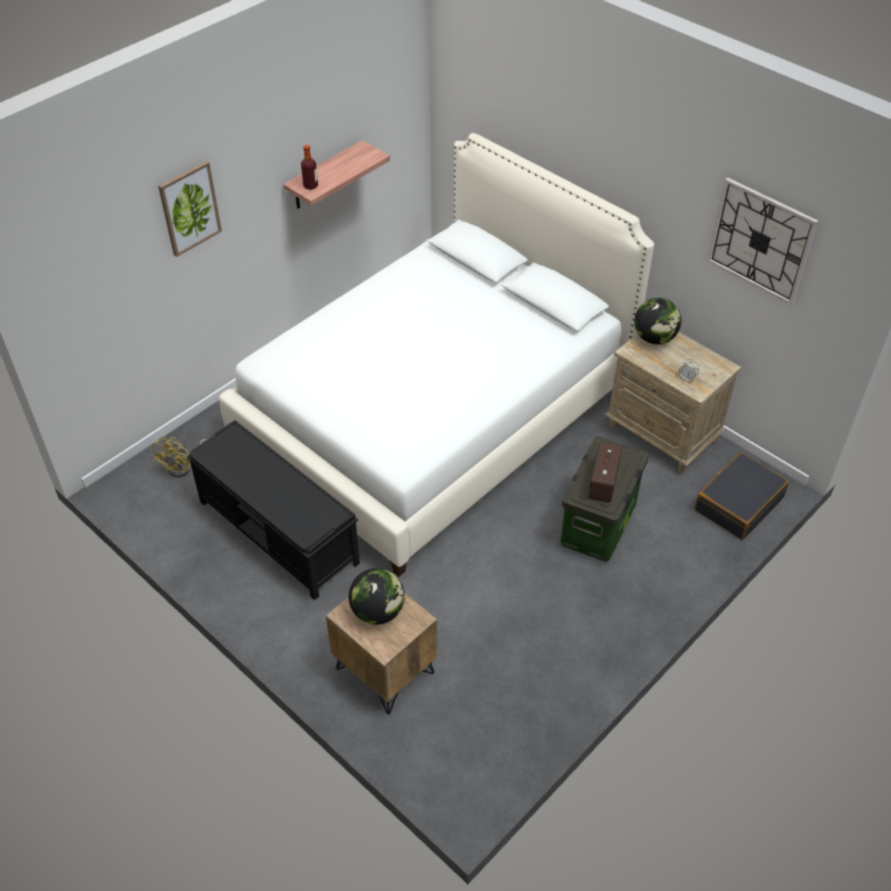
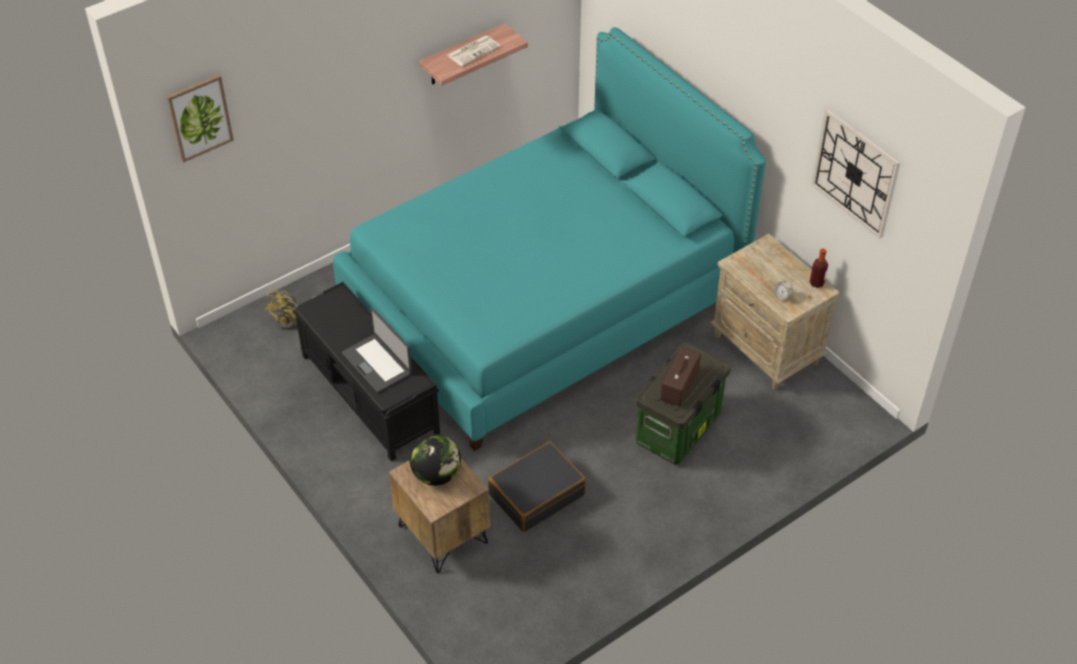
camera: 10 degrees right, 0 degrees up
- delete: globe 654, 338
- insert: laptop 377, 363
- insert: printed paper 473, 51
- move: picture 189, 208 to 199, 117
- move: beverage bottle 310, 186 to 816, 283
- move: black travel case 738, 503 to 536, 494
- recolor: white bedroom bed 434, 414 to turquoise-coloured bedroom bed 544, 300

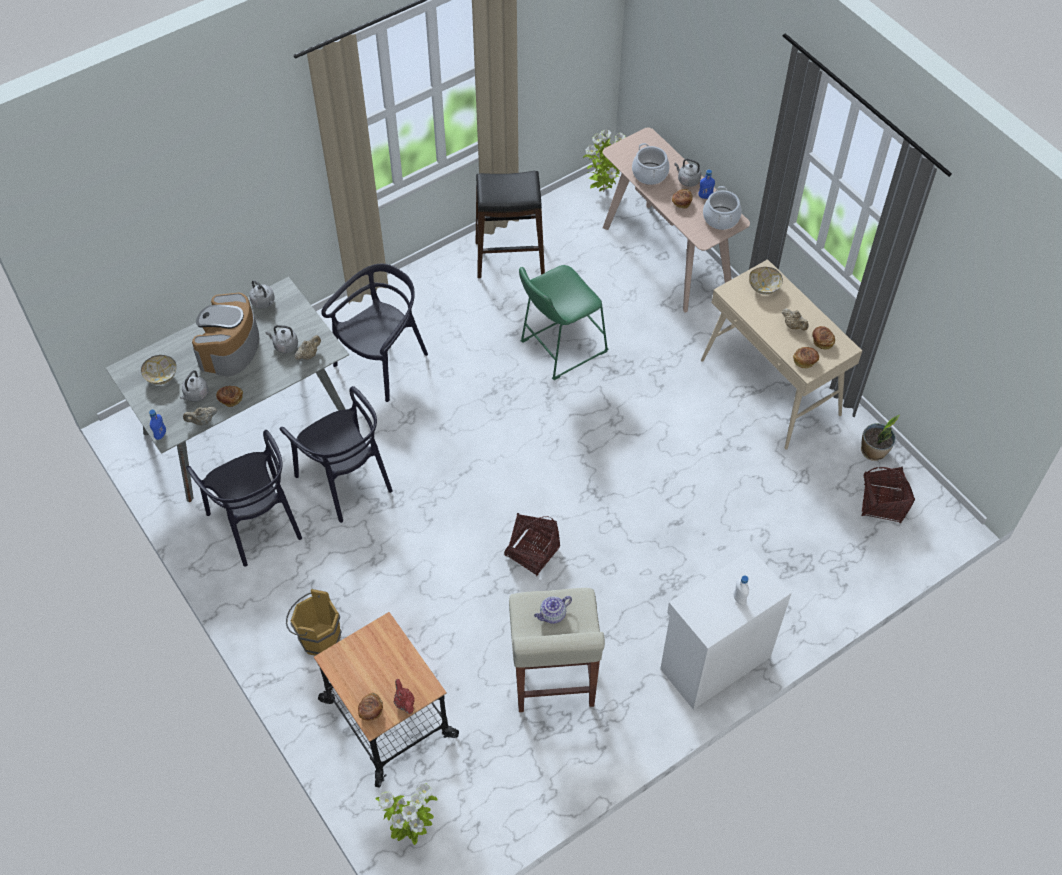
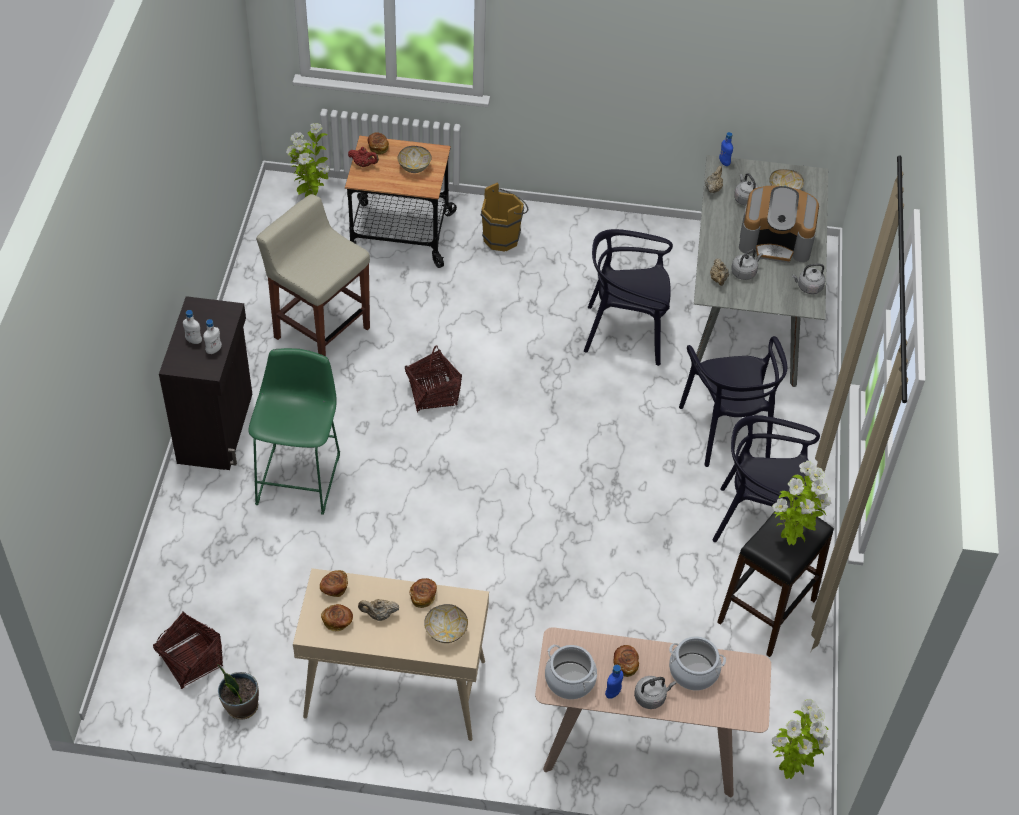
camera: 130 degrees right, 5 degrees down
- delete: pot for tea 552, 615
- insert: white beverage bottle 214, 350
- insert: bowl 414, 167
- insert: houseplant 790, 538
- move: black plain chair 256, 523 to 759, 522
- move: bread 230, 399 to 423, 596
- move: green stool 559, 348 to 300, 475
- recolor: white cabinet 713, 662 to black cabinet 217, 427
- rotate: coffee brewer 230, 348 = 776, 241 135 degrees clockwise

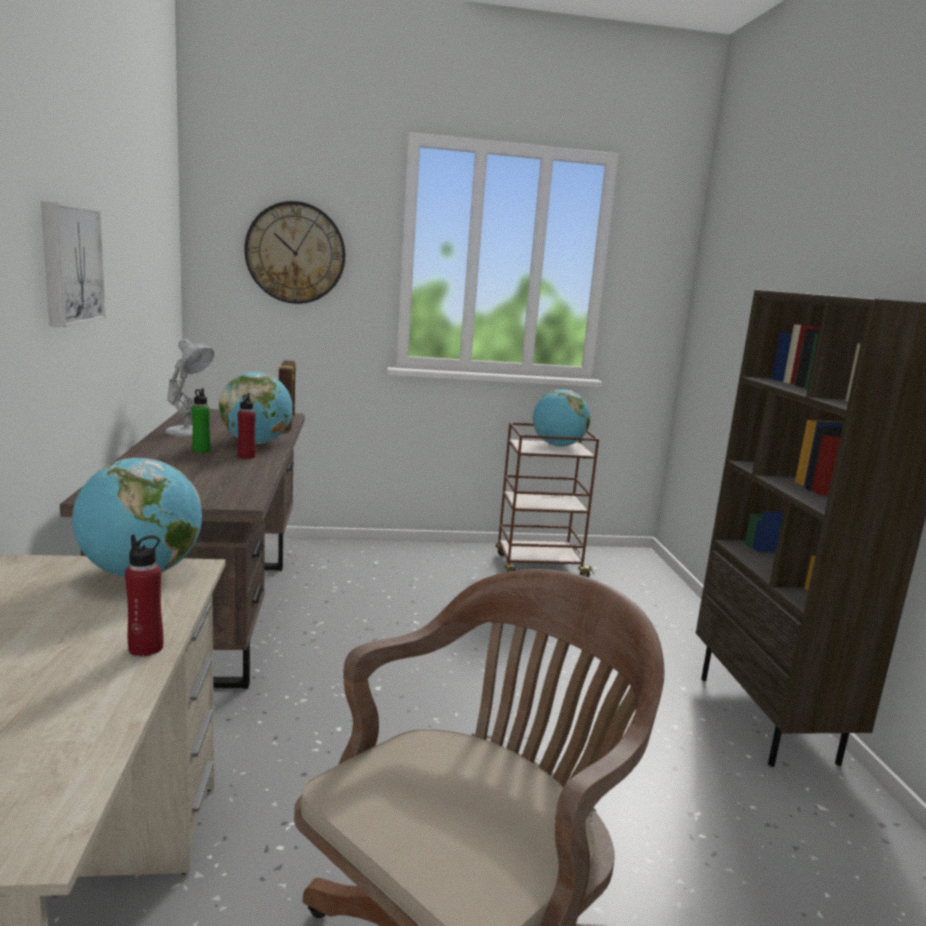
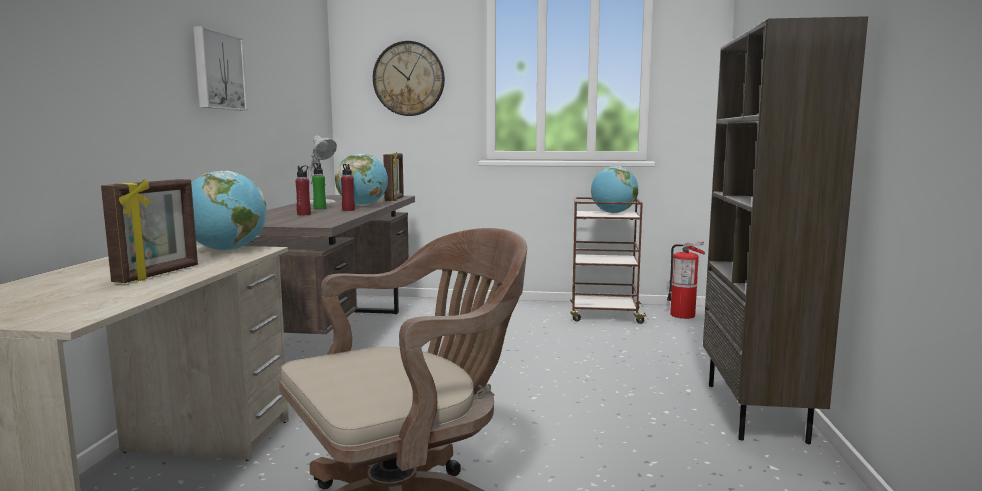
camera: 15 degrees right, 5 degrees down
- insert: photo frame 158, 274
- insert: extinguisher 683, 315
- move: reddish beverage bottle 146, 648 to 304, 214

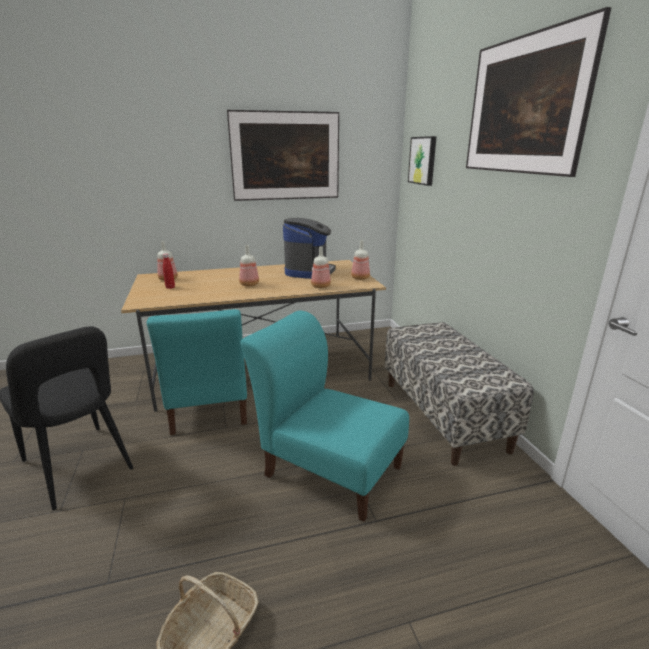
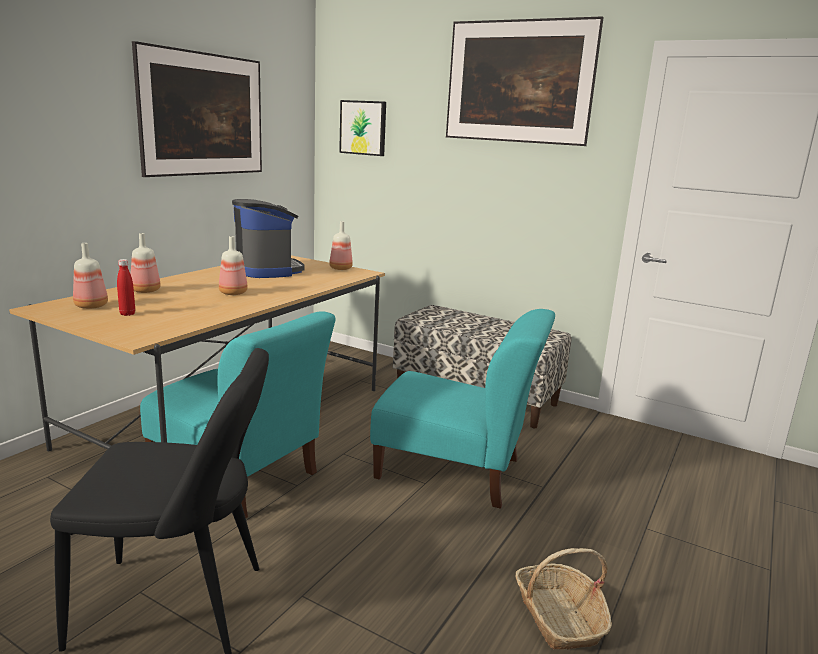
camera: 45 degrees left, 5 degrees down
- move: beverage bottle 320, 286 to 144, 291
- rotate: turquoise-coloured plain chair 328, 468 = 454, 471 150 degrees counterclockwise

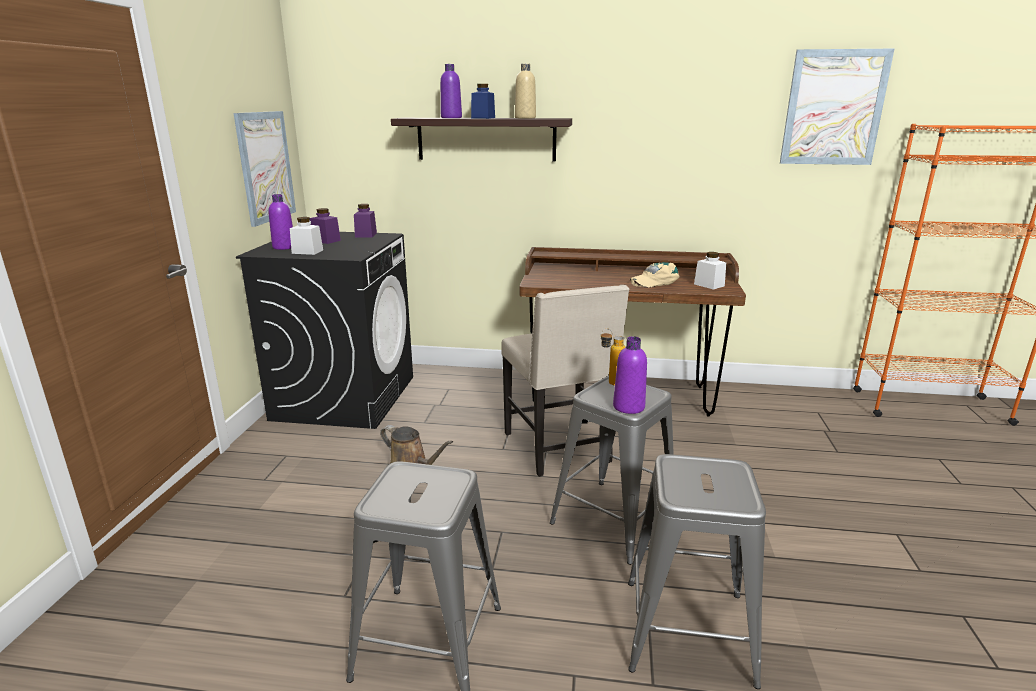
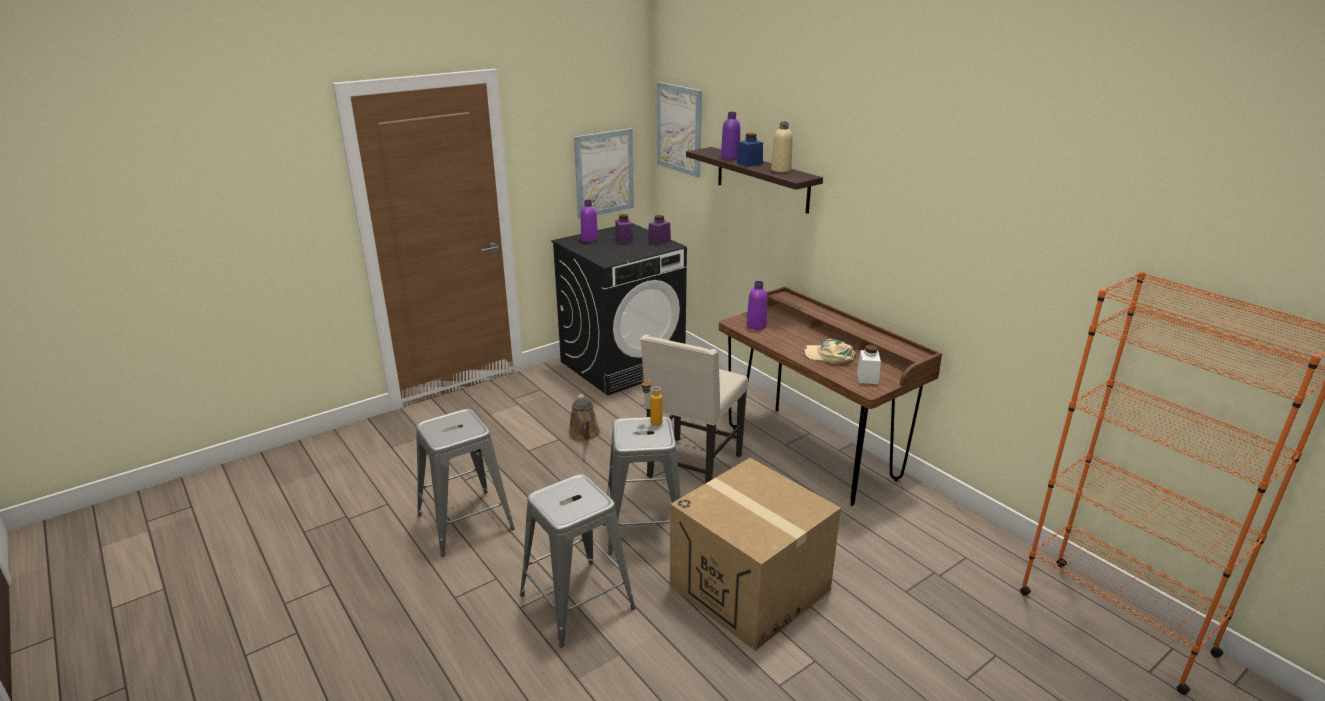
camera: 45 degrees right, 5 degrees up
- delete: white storage jar 307, 252
- insert: packing box 750, 588
- move: purple-coloured beverage bottle 628, 407 to 756, 325
- move: picture 833, 108 to 679, 129

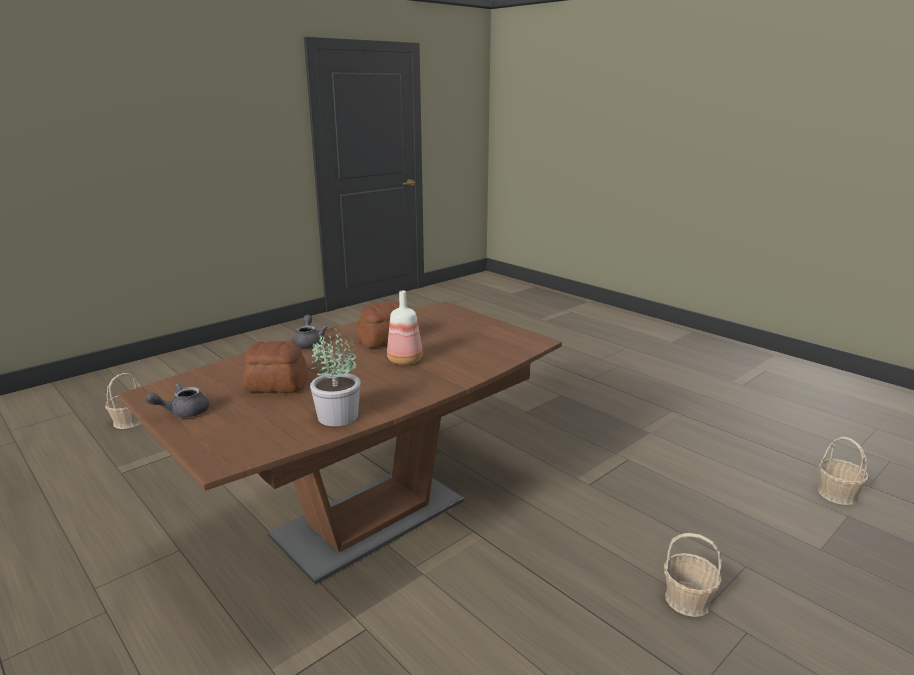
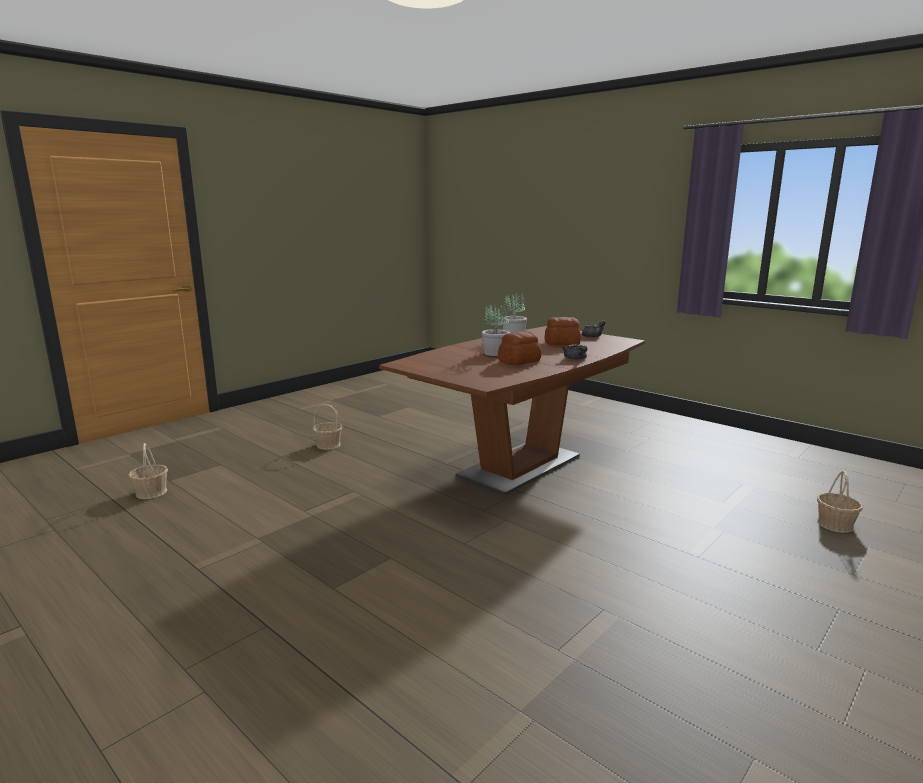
camera: 175 degrees right, 5 degrees down
- replace: beverage bottle 404, 360 to houseplant 495, 353

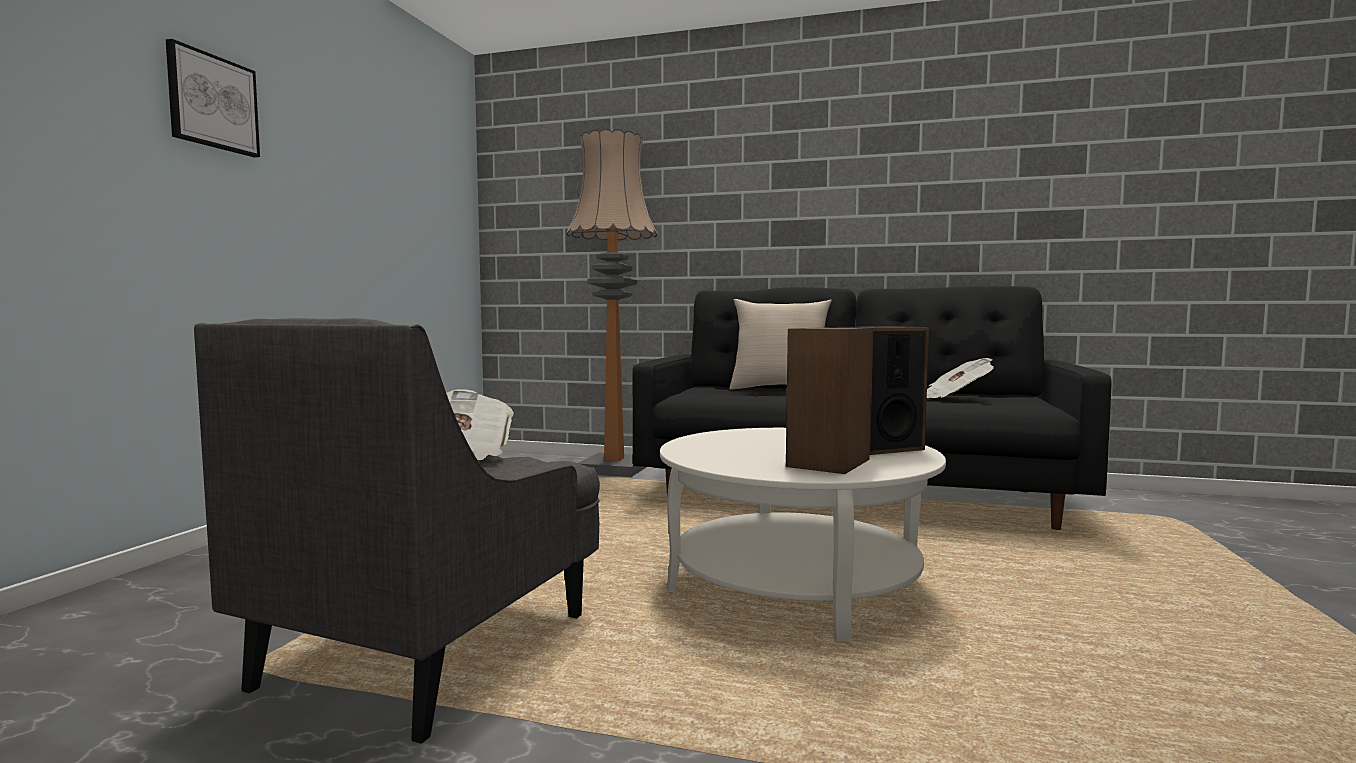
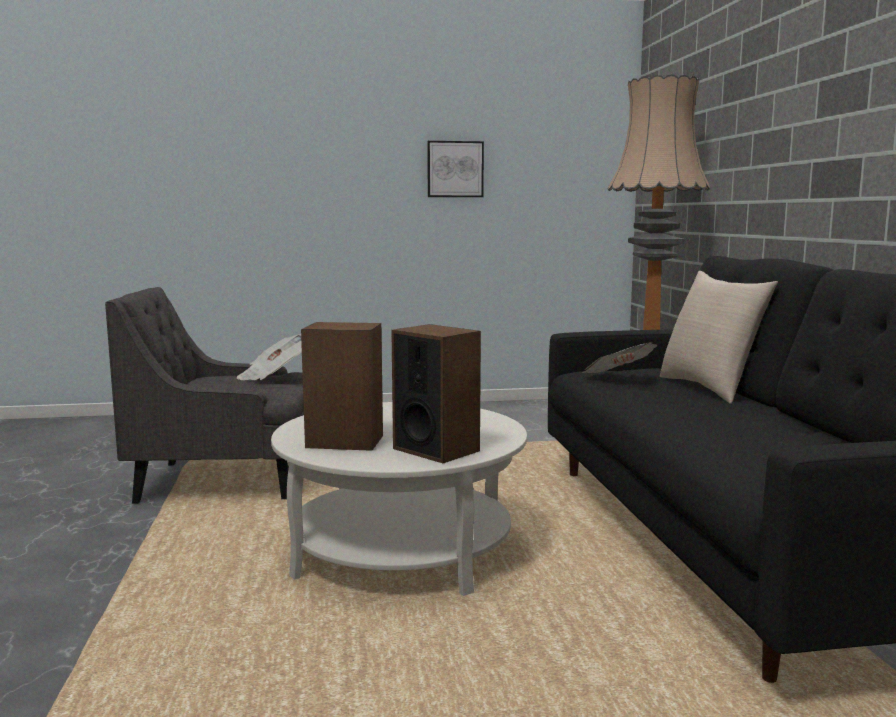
camera: 65 degrees right, 5 degrees up
- move: picture 212, 102 to 455, 169
- move: printed paper 953, 398 to 617, 378

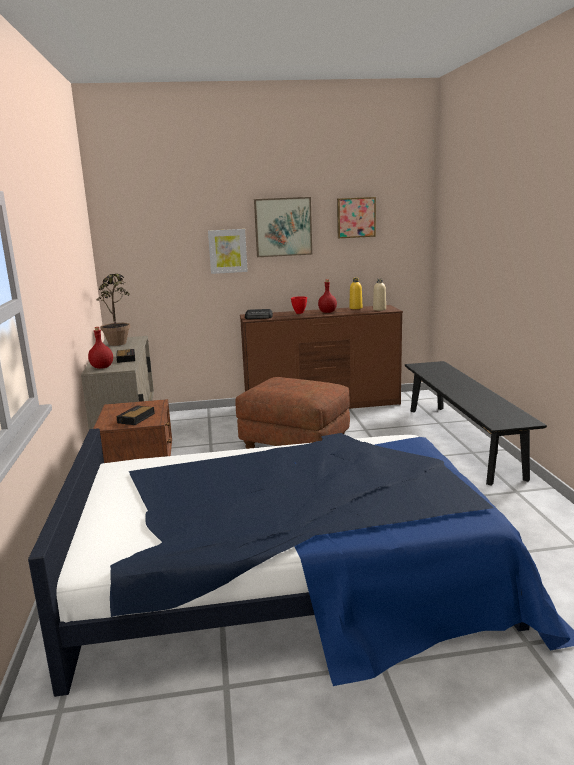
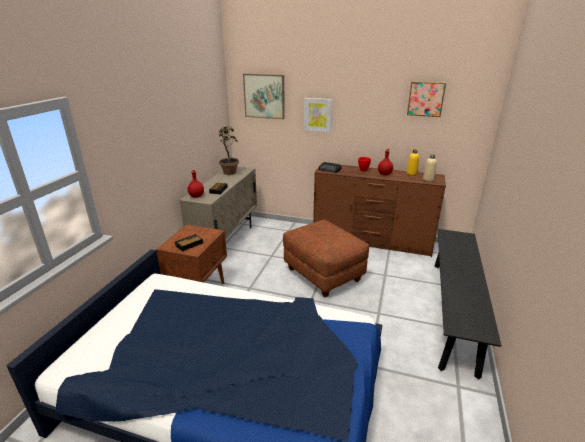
camera: 25 degrees right, 10 degrees up
- move: picture 283, 227 to 264, 96

